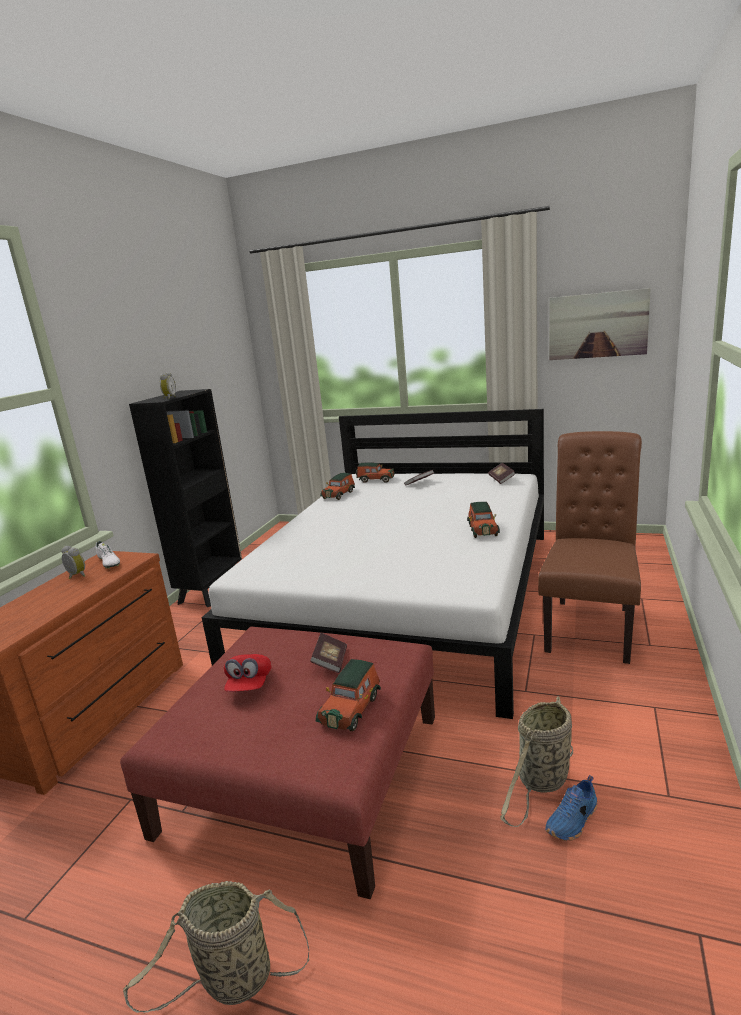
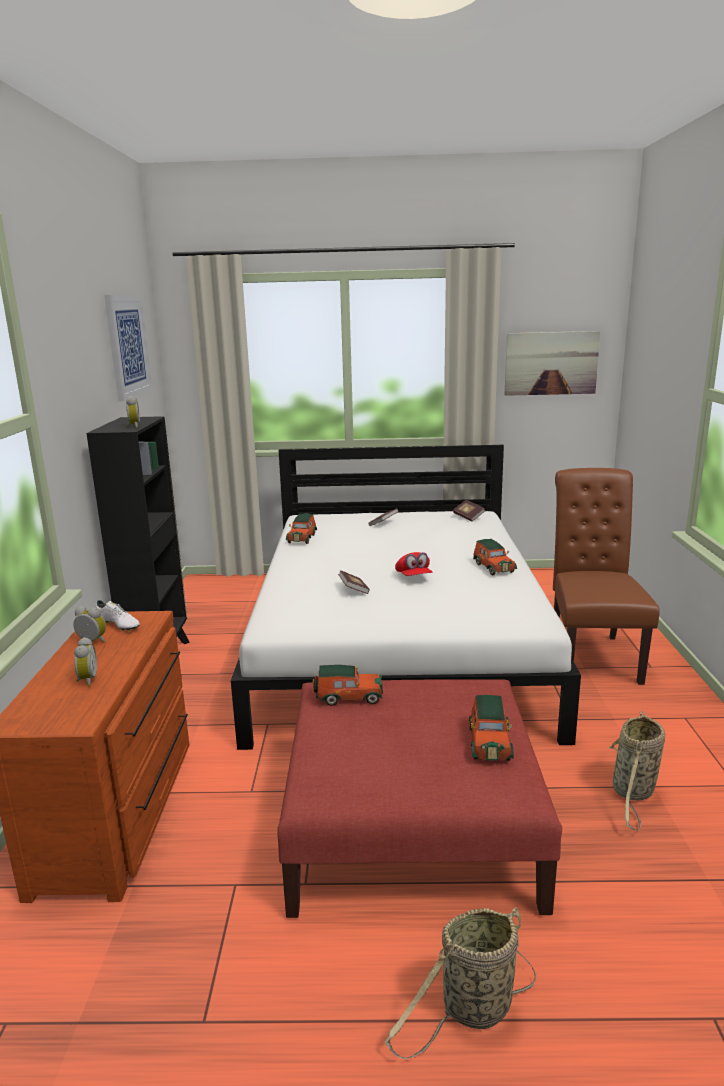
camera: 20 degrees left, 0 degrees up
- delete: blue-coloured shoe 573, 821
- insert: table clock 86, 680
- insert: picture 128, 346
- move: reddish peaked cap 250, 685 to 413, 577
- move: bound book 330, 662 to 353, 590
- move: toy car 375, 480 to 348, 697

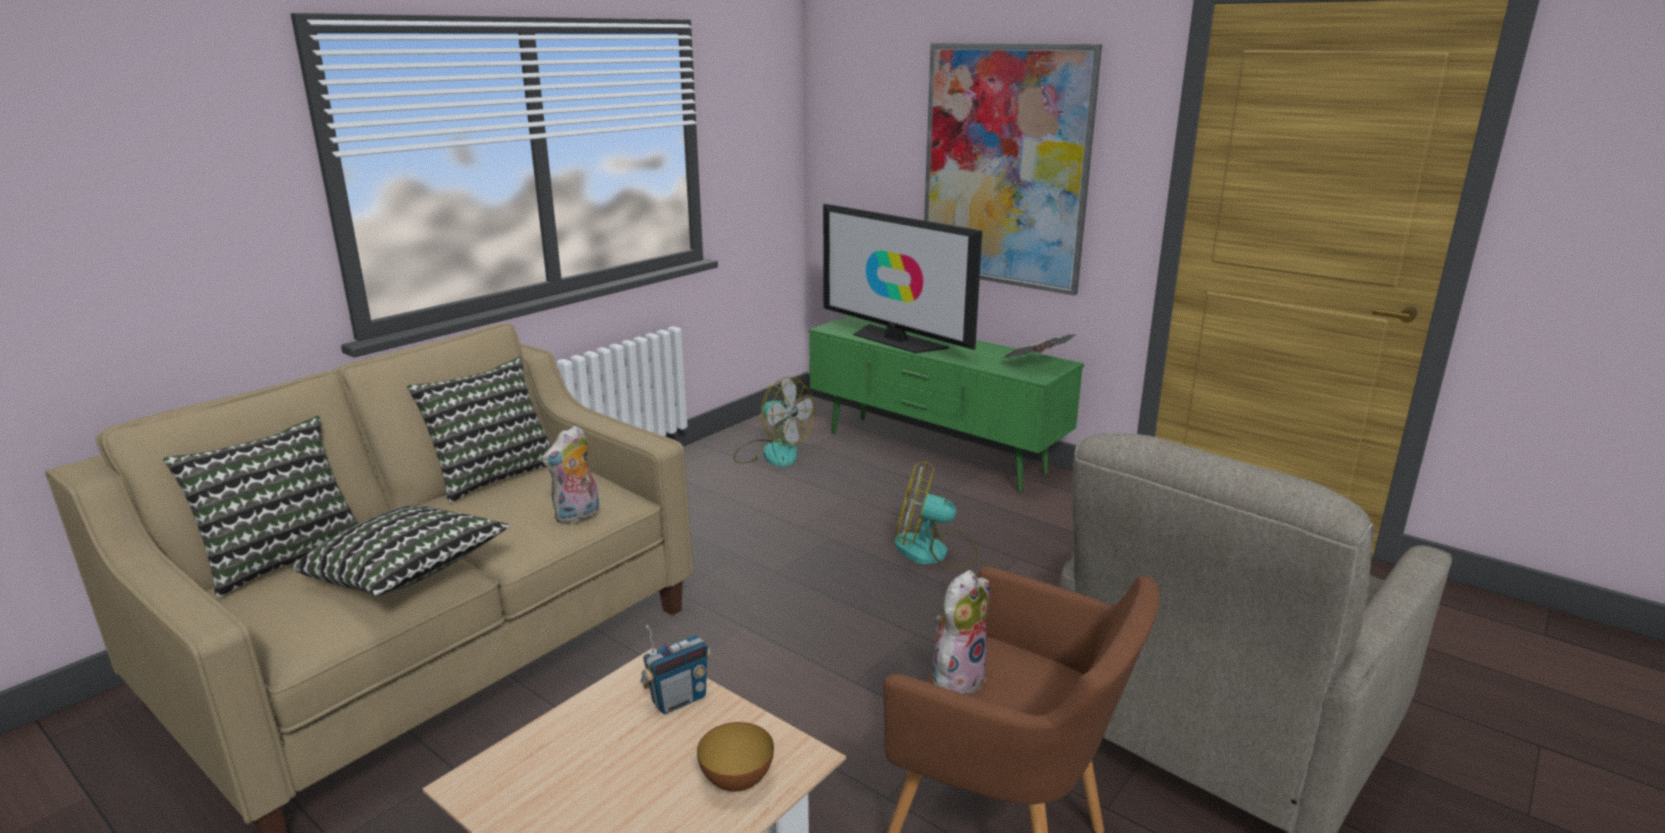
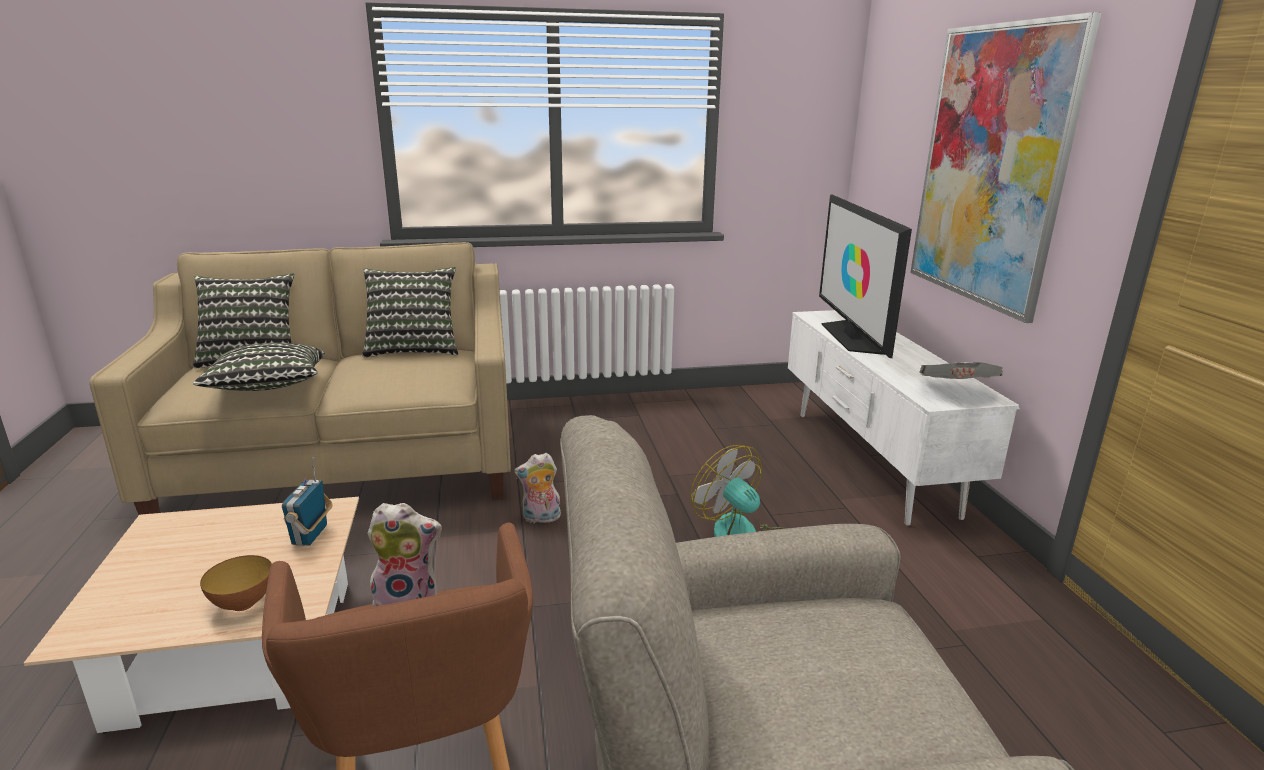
camera: 40 degrees right, 0 degrees up
- delete: cooling fan 772, 453
- move: soft toy 577, 516 to 540, 518
- recolor: green tv stand 933, 453 to white tv stand 870, 461
- rotate: radio 678, 700 = 311, 535 90 degrees clockwise

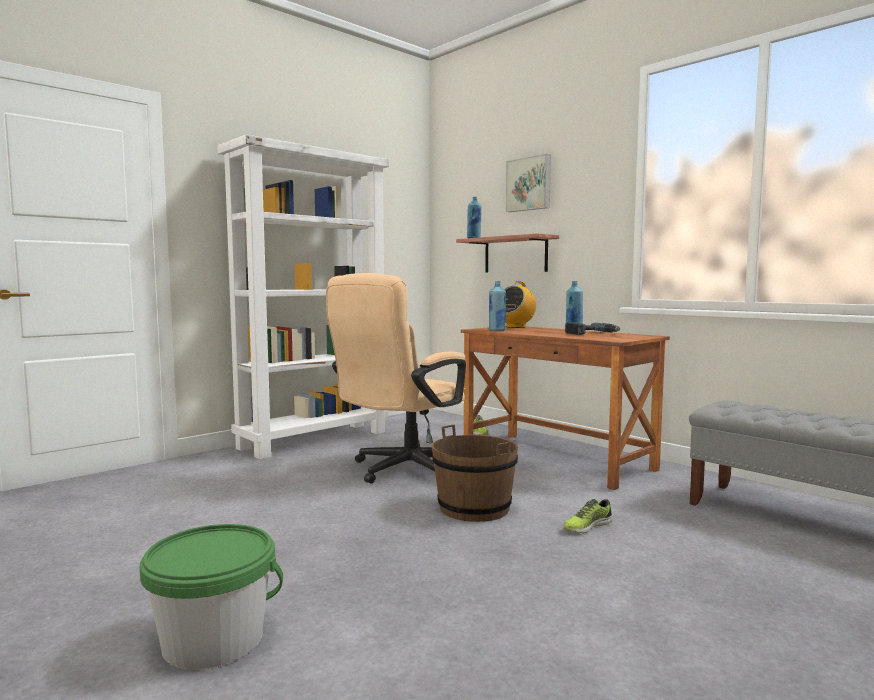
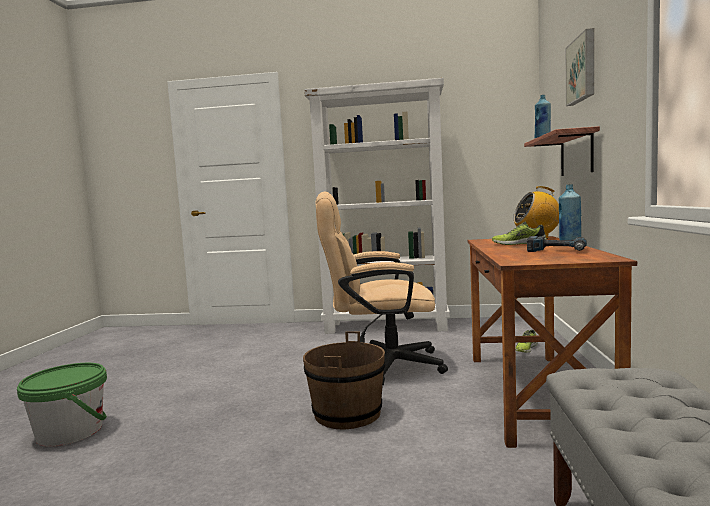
camera: 50 degrees right, 0 degrees up
- delete: blue-coloured beverage bottle 497, 330
- move: shoe 587, 526 to 519, 244

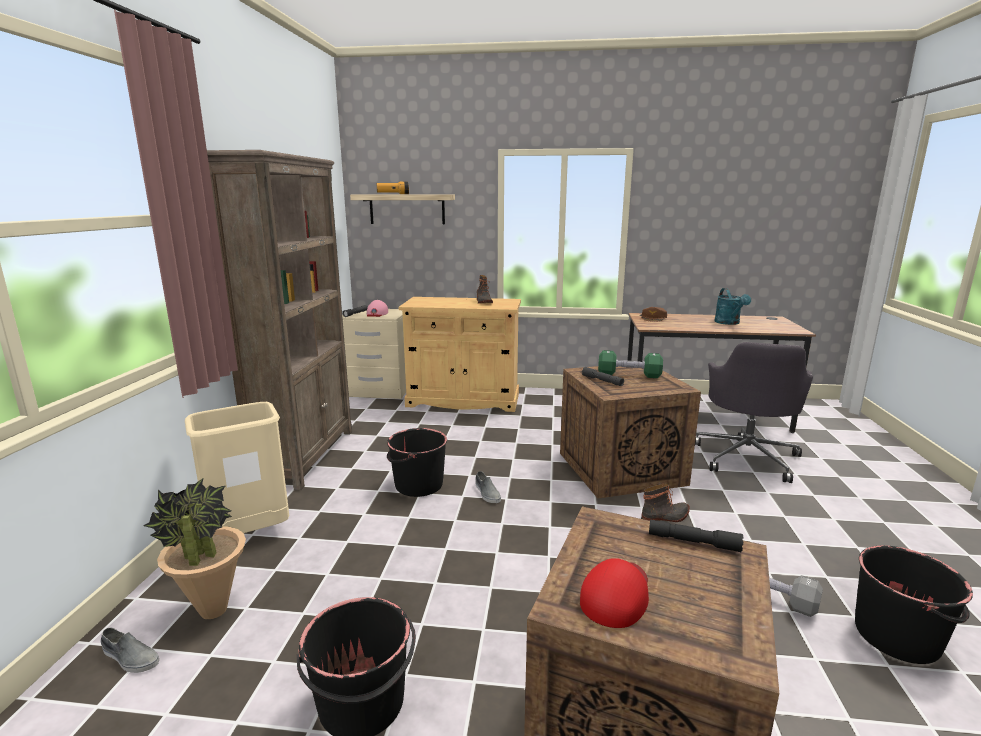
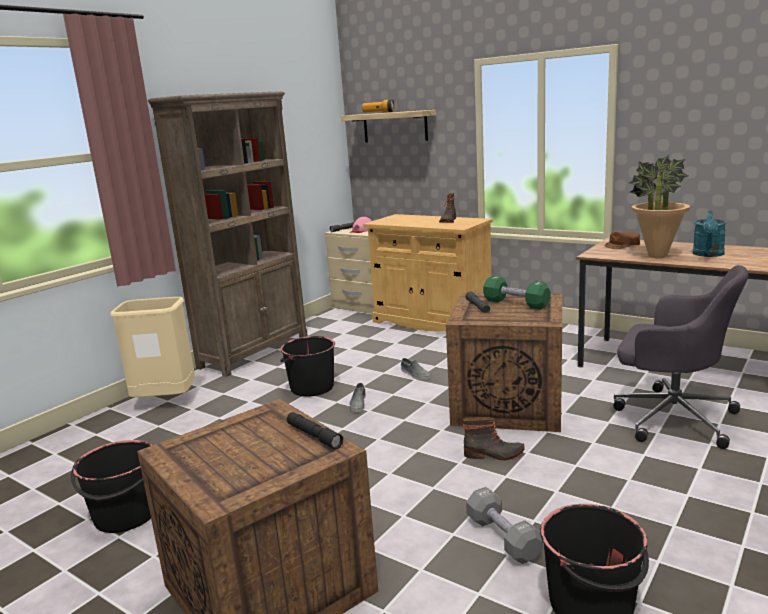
camera: 30 degrees right, 0 degrees up
- delete: reddish peaked cap 617, 595
- move: greyish shoe 130, 657 to 415, 374
- move: houseplant 213, 611 to 657, 256
- rotate: greyish computer chair 746, 457 = 671, 417 105 degrees counterclockwise

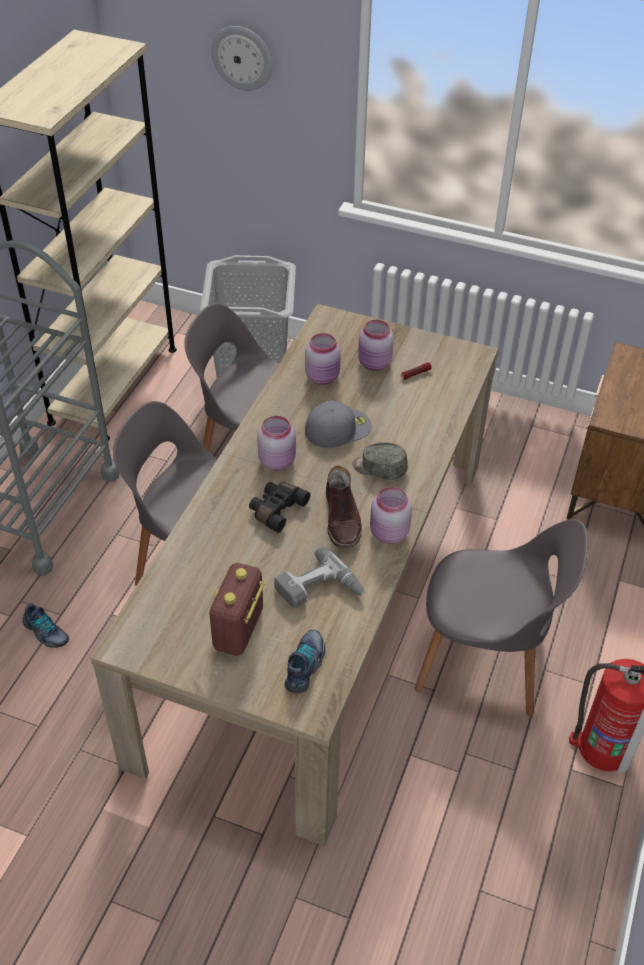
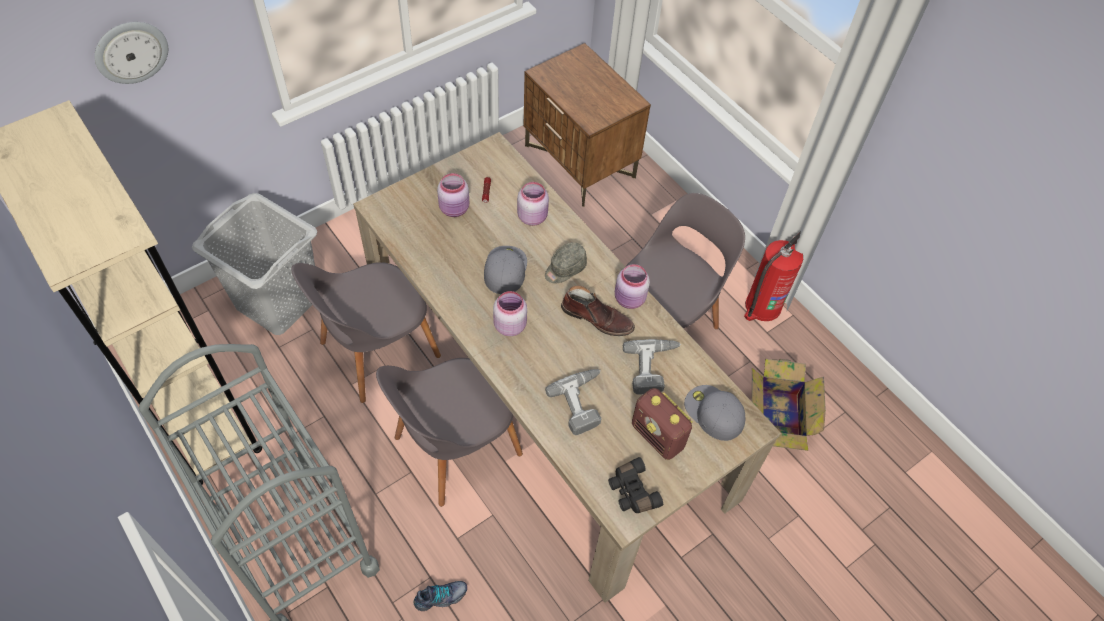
camera: 60 degrees left, 10 degrees up
- insert: power drill 583, 403
- insert: packing box 778, 415
- move: black field glasses 276, 510 to 631, 491
- move: pink-coloured storage jar 323, 377 to 533, 216
- replace: shoe 305, 665 to greyish peaked cap 713, 412

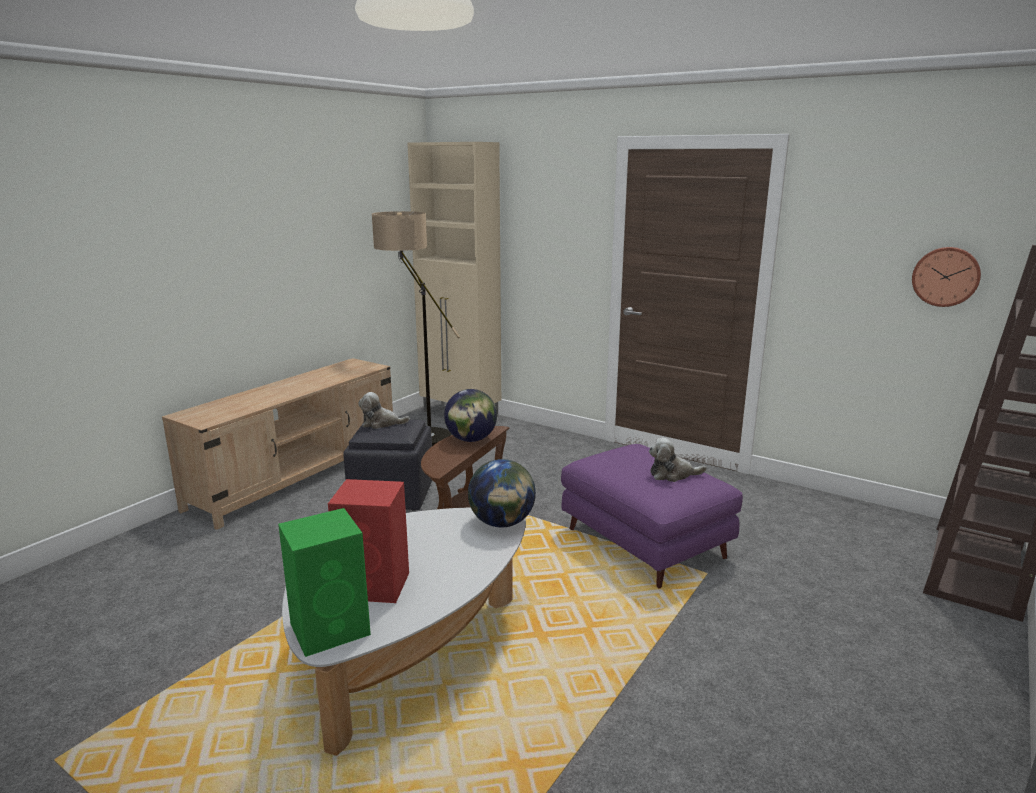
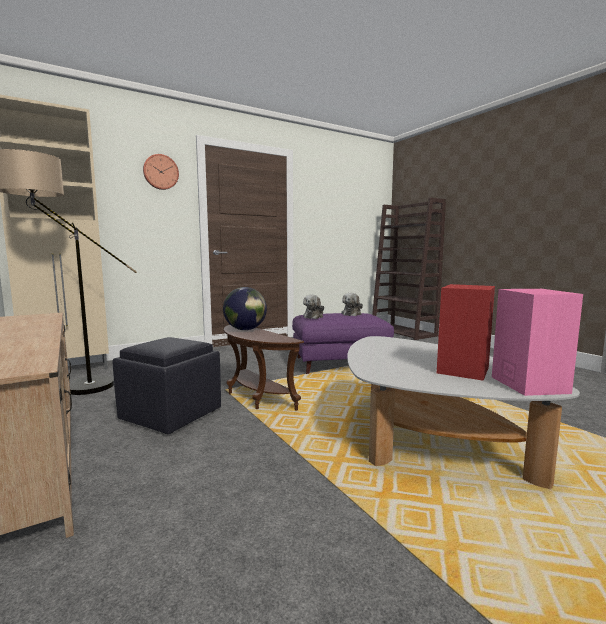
camera: 65 degrees left, 10 degrees down
- delete: globe 502, 523
- move: soft toy 381, 423 to 314, 316
- move: hanging clock 945, 276 to 160, 172
- recolor: green speaker 332, 628 to pink-coloured speaker 528, 384

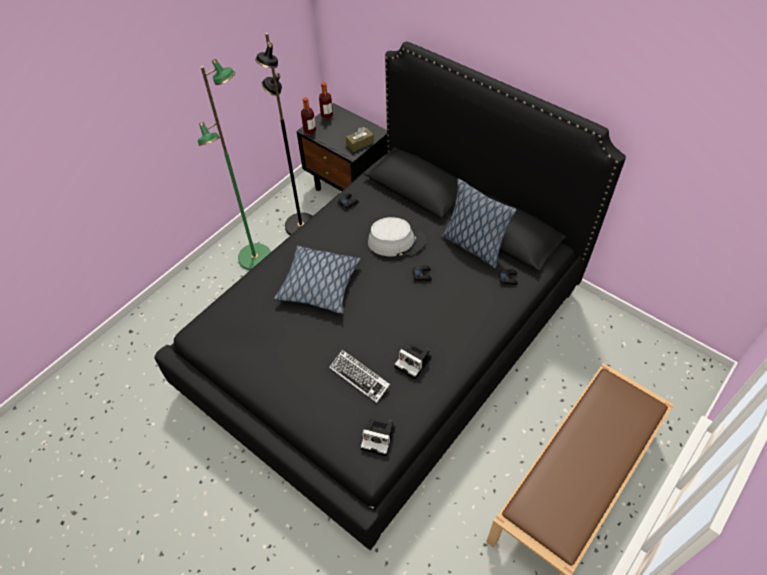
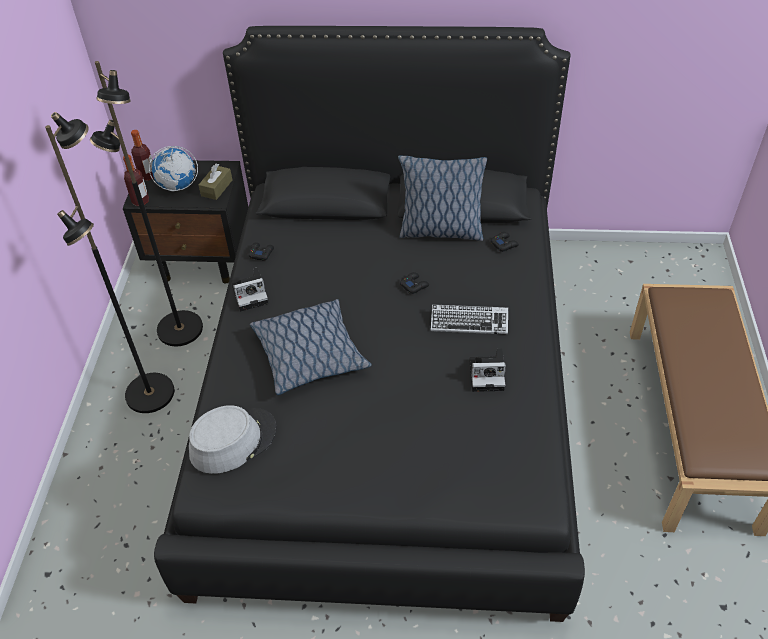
camera: 35 degrees left, 5 degrees down
- insert: globe 177, 186
- move: computer keyboard 359, 377 to 469, 322
- move: still camera 379, 438 to 251, 294
- move: greyish wearable hat 396, 241 to 233, 441
- recolor: green standing lamp 255, 257 to black standing lamp 151, 393

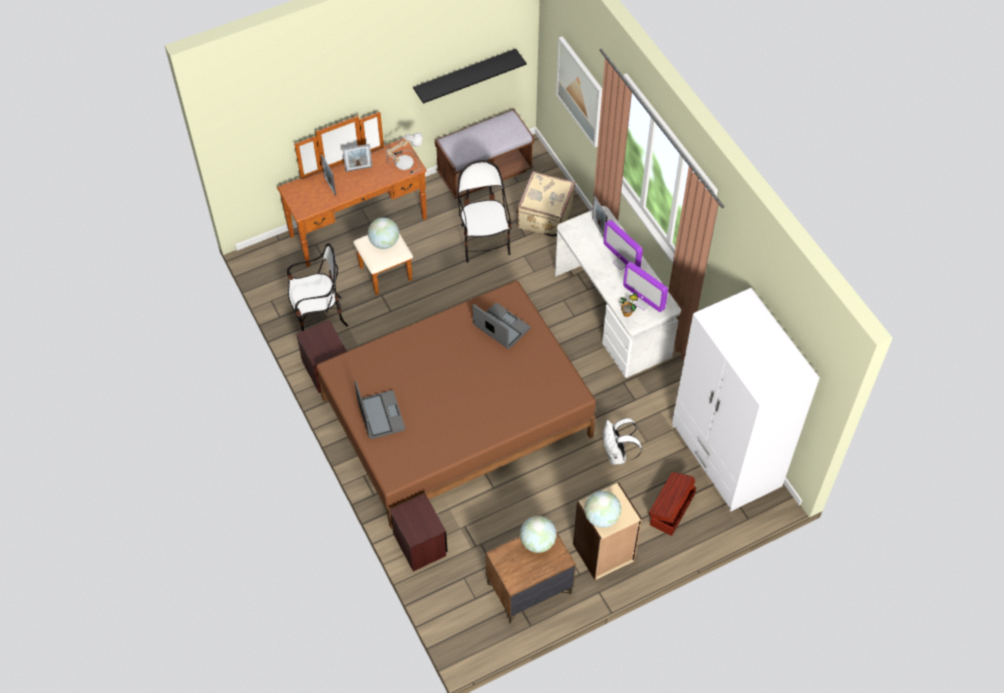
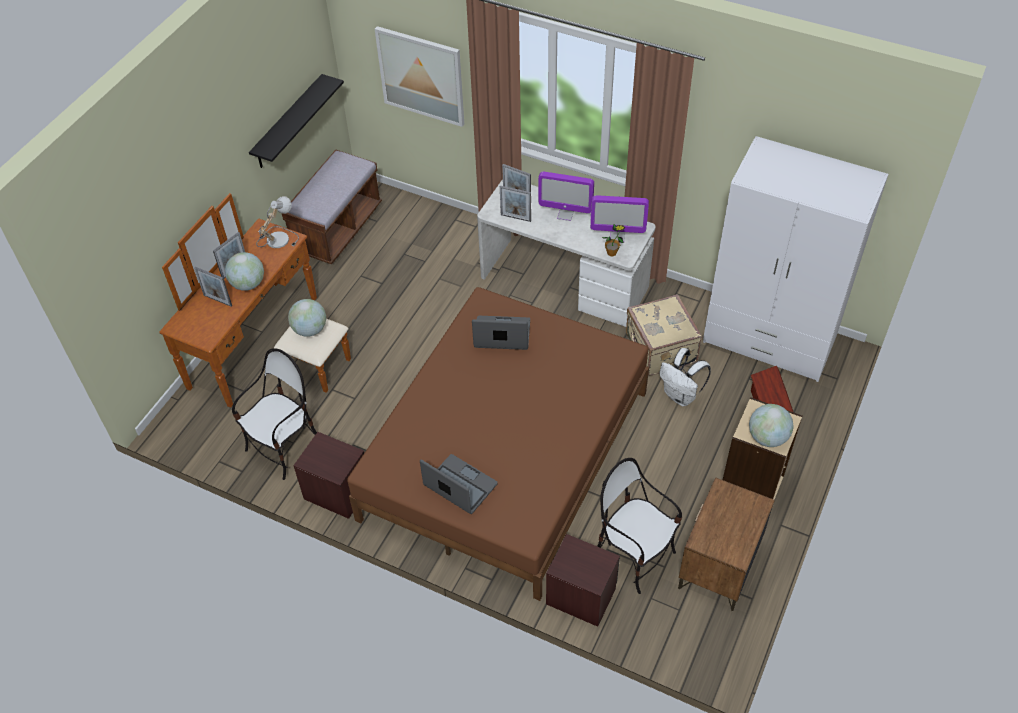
camera: 35 degrees left, 5 degrees down
- insert: photo frame 515, 218
- move: plain chair 484, 241 to 633, 555
- move: beige travel case 544, 216 to 659, 349
- move: globe 537, 542 to 248, 284

